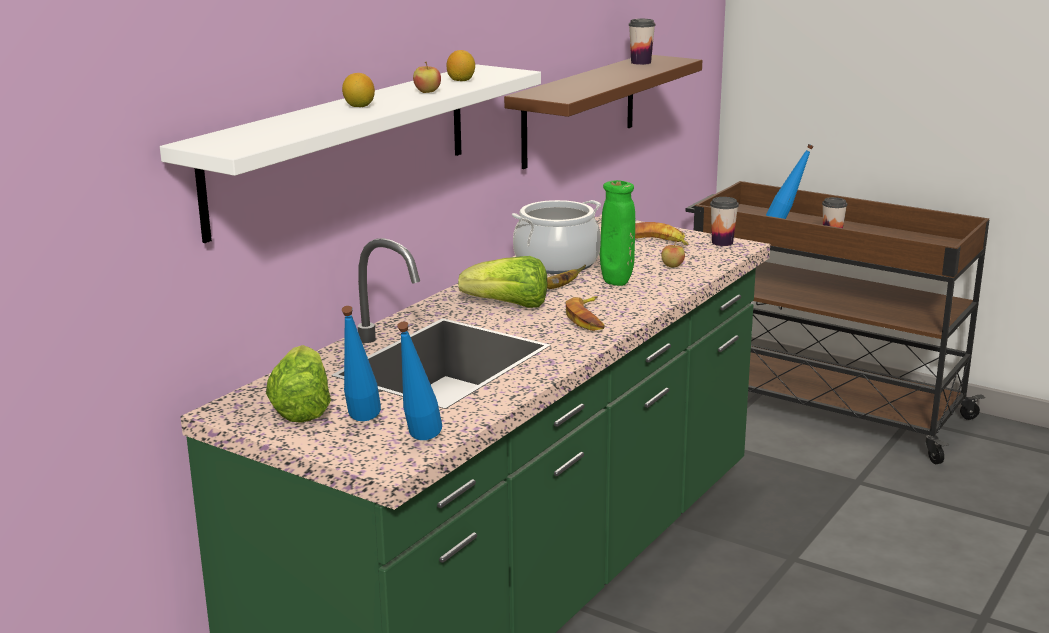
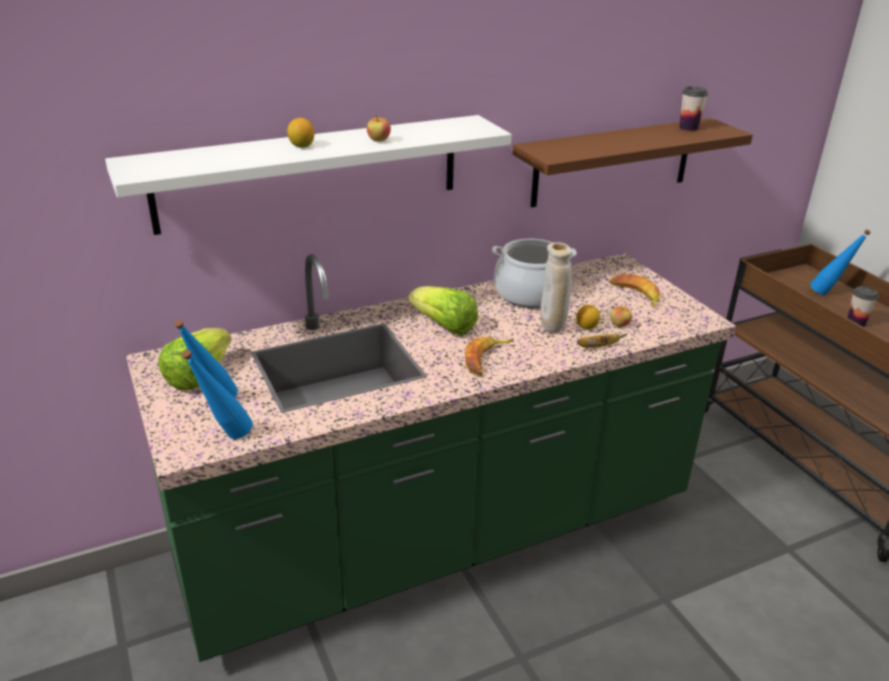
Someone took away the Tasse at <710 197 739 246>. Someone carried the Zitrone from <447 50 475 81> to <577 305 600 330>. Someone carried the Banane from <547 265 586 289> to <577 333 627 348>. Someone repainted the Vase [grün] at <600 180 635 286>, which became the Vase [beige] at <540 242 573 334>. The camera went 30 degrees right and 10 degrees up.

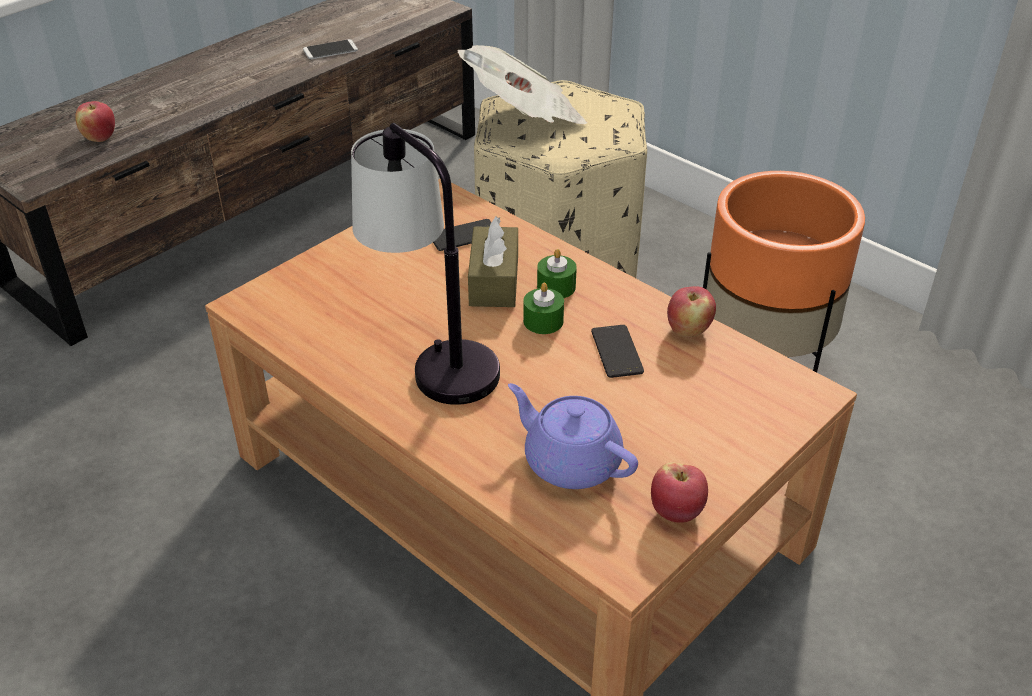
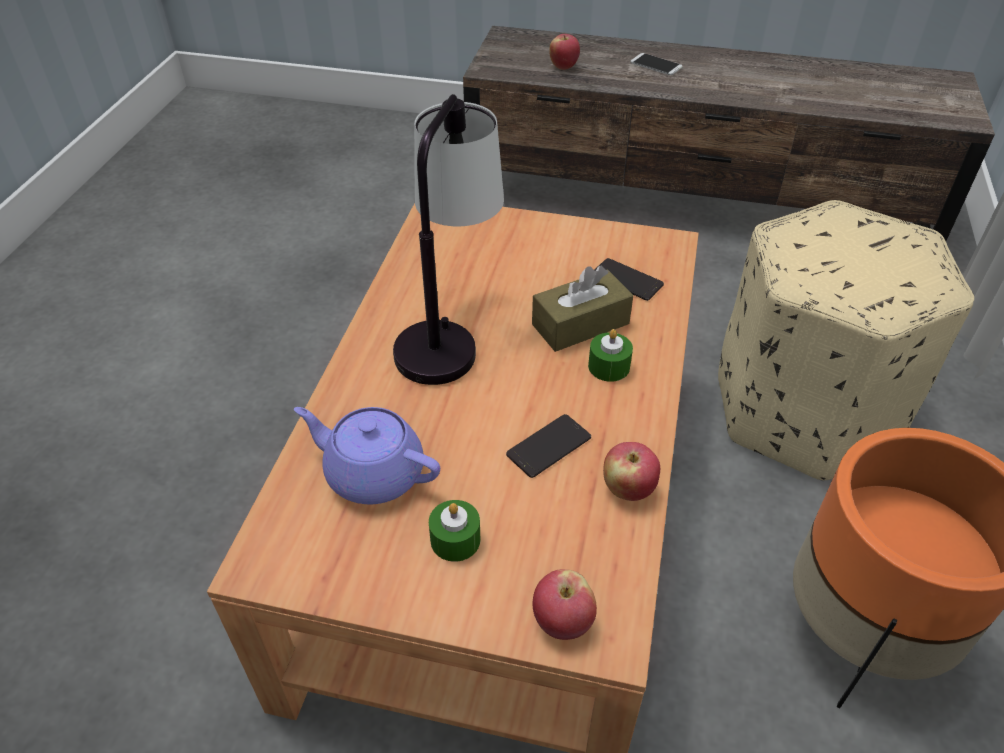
Someone took away the Zeitung at <457 45 588 124>. Someone carried the Handy from <303 39 358 59> to <630 53 683 75>. Someone carried the Kerze [grün] from <523 282 564 334> to <429 500 480 562>. Someone carried the Apfel from <651 463 708 523> to <533 569 597 640>. Someone rotated the Teekanne [lila] at <508 383 638 489> by 75 degrees counterclockwise. The camera went 60 degrees right and 5 degrees up.

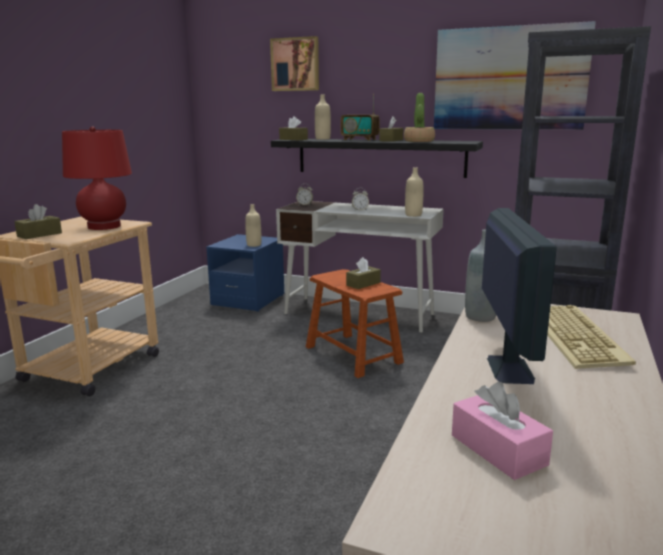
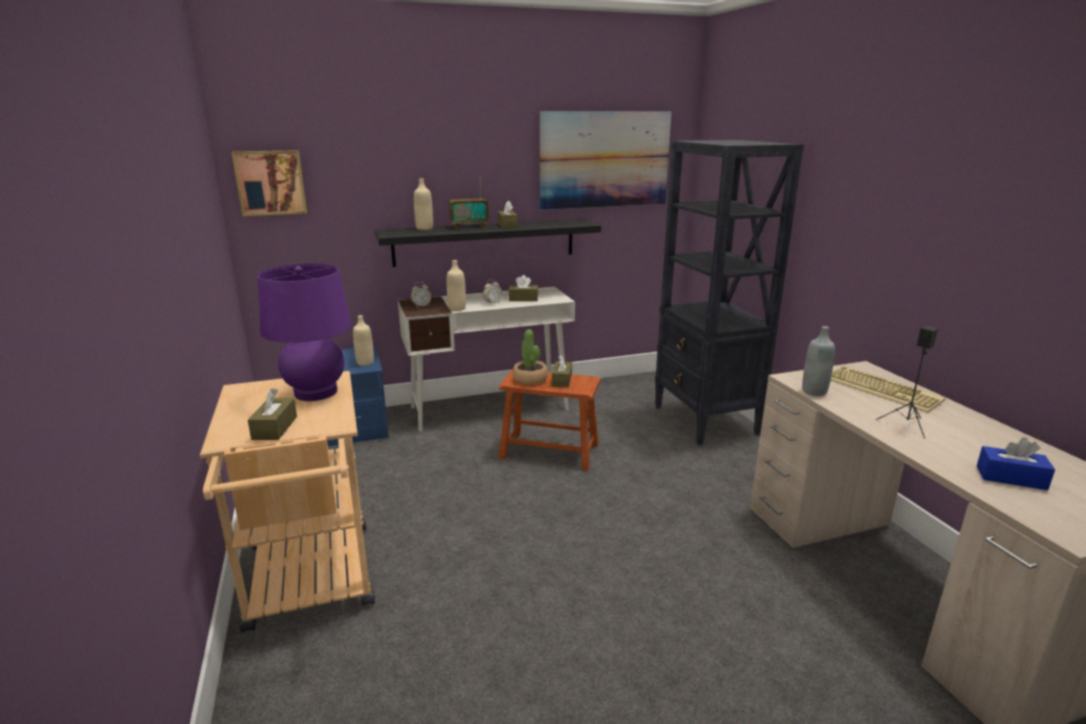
Someone carried the Bild from <270 36 319 91> to <231 150 307 216>. Someone carried the Taschentuchbox [braun] from <279 116 308 140> to <509 275 538 301>. Someone carried the Topfpflanze from <404 93 435 142> to <513 329 548 385>. Someone carried the Flasche [beige] from <405 167 424 217> to <447 260 466 311>. Someone swapped the Monitor at <482 208 557 384> for the Lautsprecher [schwarz] at <876 326 938 438>. Someone repainted the Tischlampe [rot] at <62 126 132 230>, which became the Tischlampe [lila] at <258 263 351 401>. Someone repainted the Taschentuchbox [rosa] at <452 382 553 480>, which became the Taschentuchbox [blau] at <977 437 1055 490>. The camera went 40 degrees left and 5 degrees up.

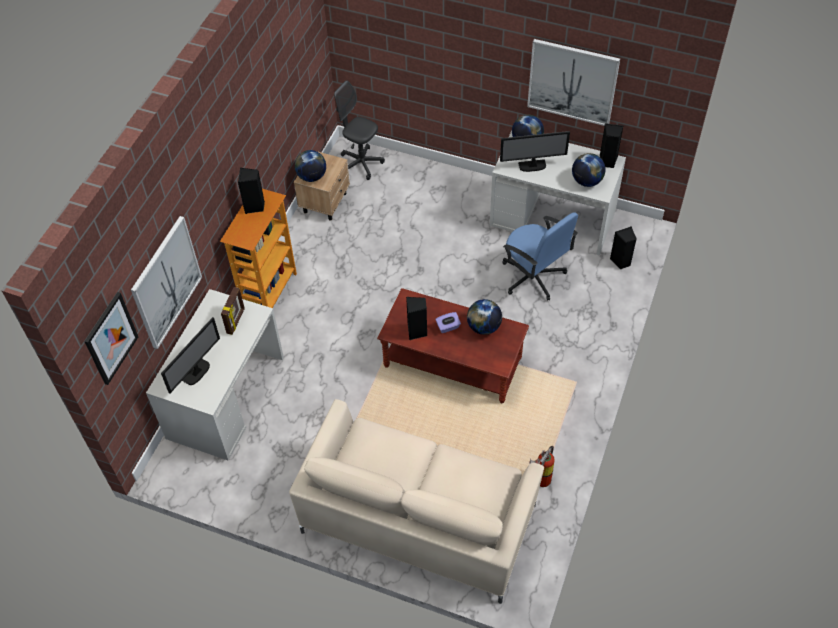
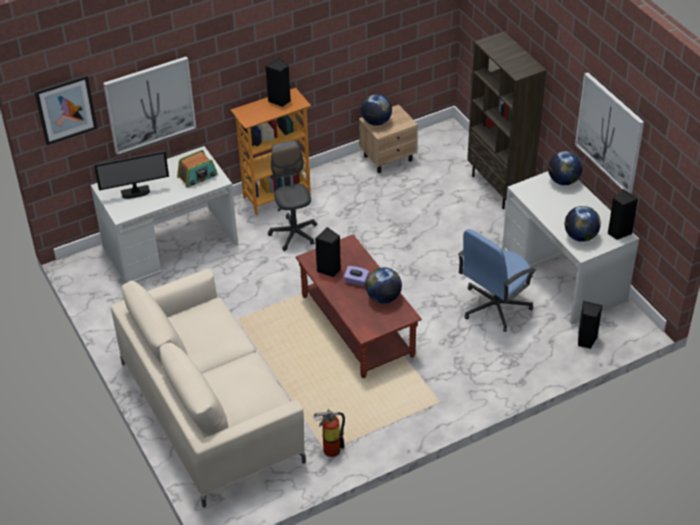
Someone took away the Monitor at <500 131 570 172>. Someone put down the Bücherregal [braun] at <467 32 546 209>. Someone carried the Bürostuhl [grau] from <334 80 385 180> to <268 140 317 251>. Someone swapped the Bilderrahmen at <221 287 245 335> for the Radio at <177 150 218 188>. Someone rotated the Bürostuhl [blau] at <502 212 578 301> by 45 degrees clockwise. The camera went 40 degrees right and 10 degrees down.

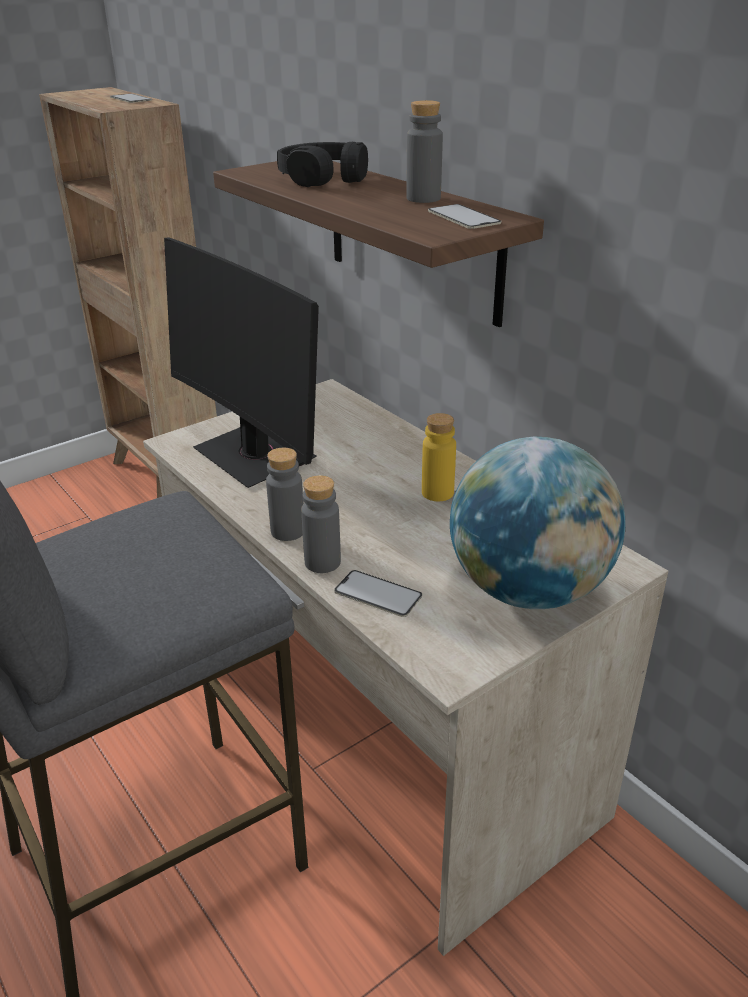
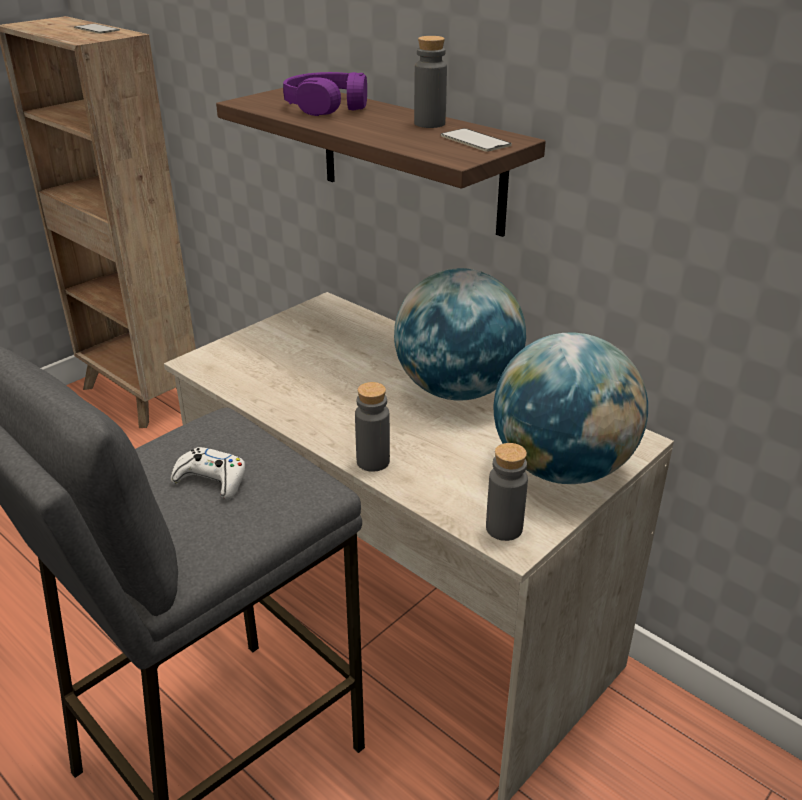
Someone took away the Monitor at <164 237 319 488>. Someone took away the Handy at <334 570 422 617>. Someone put down the Gamepad [weiß] at <171 447 245 500>. Someone carried the Flasche [grau] from <266 448 304 541> to <486 443 528 541>. Someone swapped the Flasche [gelb] at <422 413 456 501> for the Globus at <394 268 526 401>. Someone repainted the Kopfhörer [schwarz] at <277 142 368 187>, which became the Kopfhörer [lila] at <283 72 367 116>. The camera went 10 degrees left and 0 degrees up.

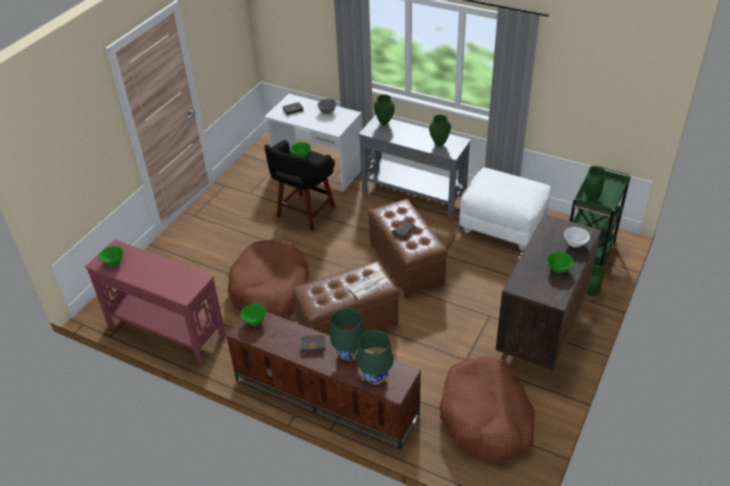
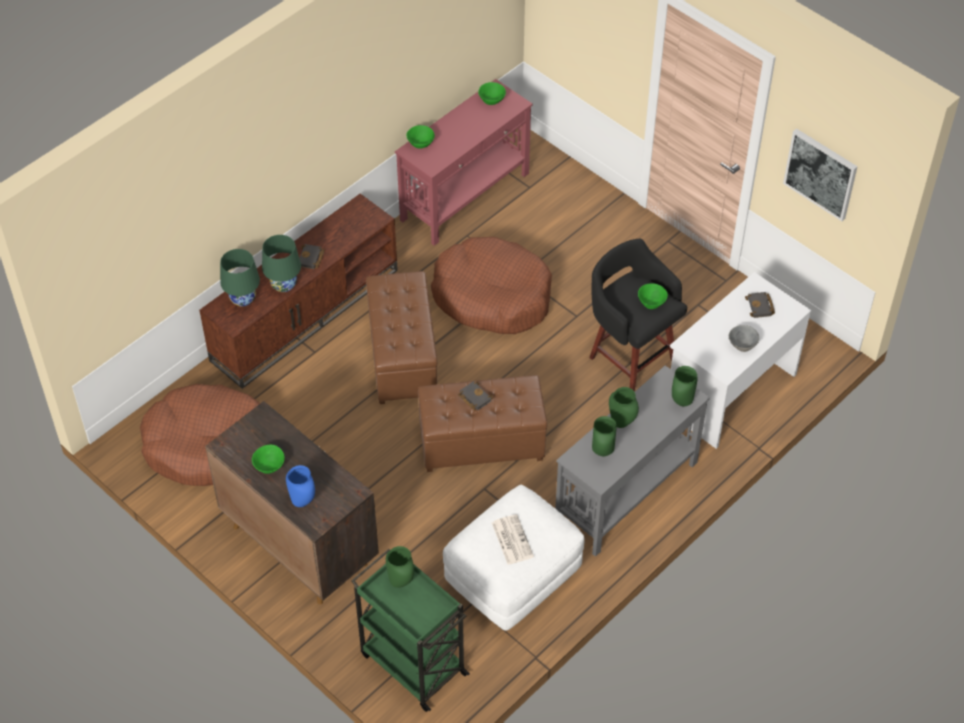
Someone put up the Bild at <783 128 858 221>. Someone carried the Schüssel [grün] from <241 304 266 326> to <406 125 435 149>. Someone carried the Zeitung from <348 270 390 299> to <492 514 534 565>. Someone carried the Vase [grün] from <587 265 605 296> to <609 387 639 428>. Someone swapped the Schüssel [weiß] at <564 227 590 247> for the Vase [blau] at <286 465 315 507>. The camera went 105 degrees right and 10 degrees up.

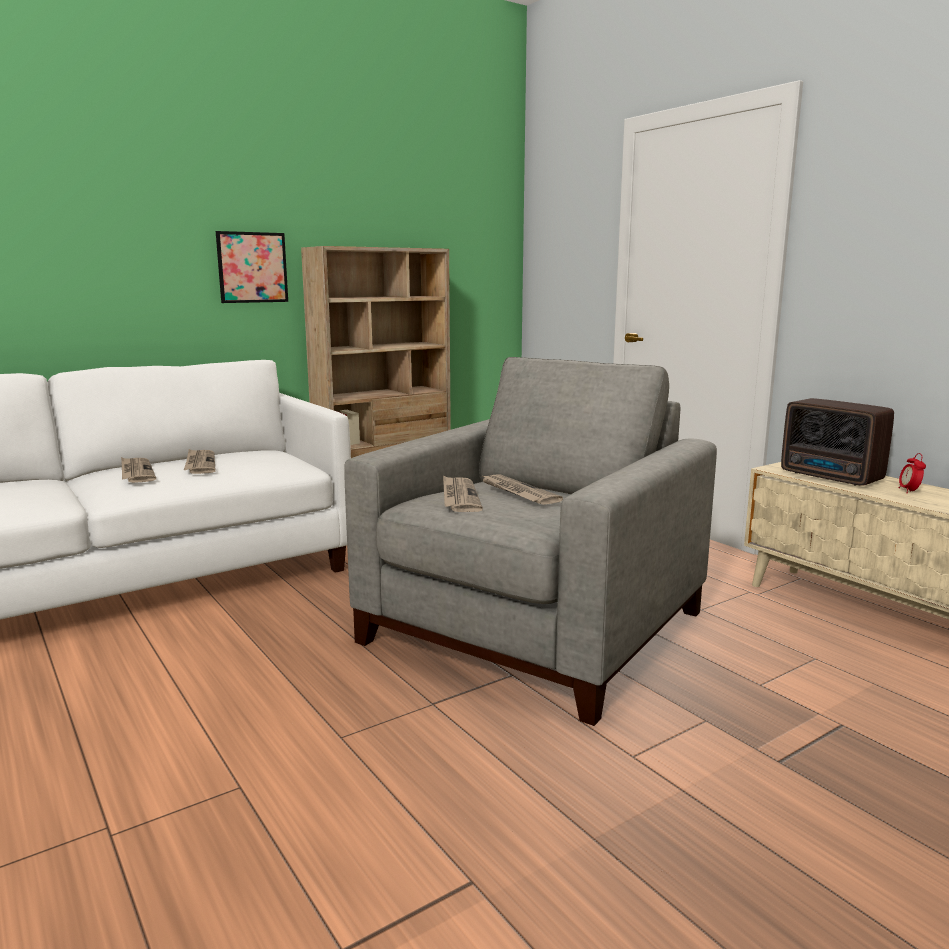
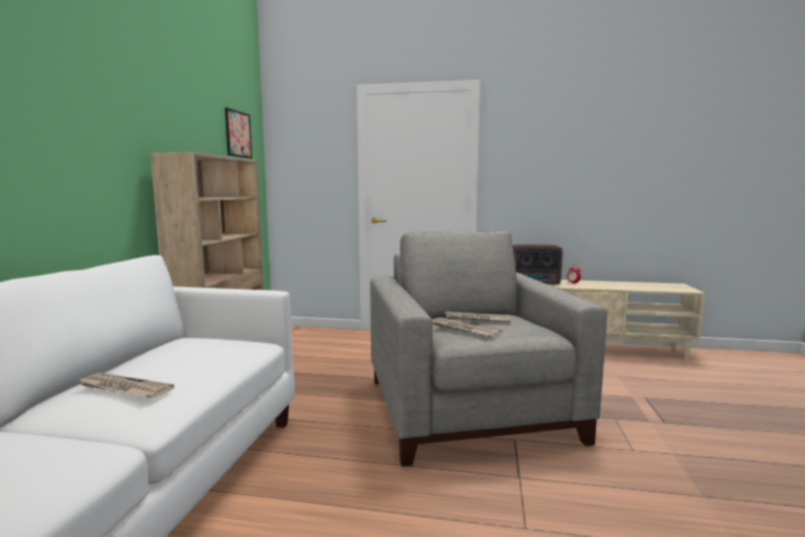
Someone took away the Zeitung at <184 449 215 474>. Someone carried the Bild from <216 231 288 303> to <225 108 252 158>. The camera went 45 degrees left and 5 degrees down.

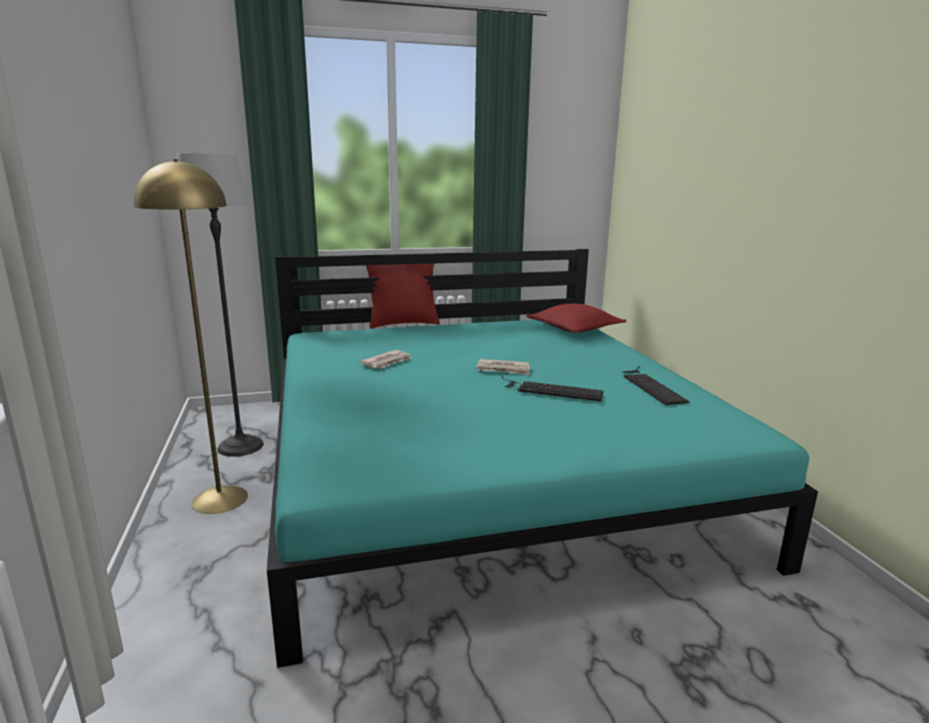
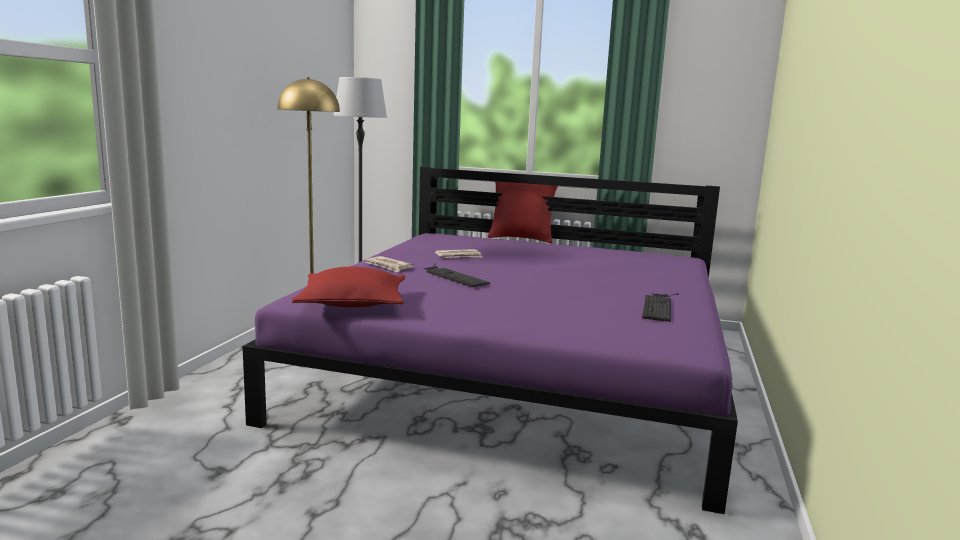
Someone carried the Zeitung from <477 359 529 375> to <365 256 413 272>. Someone carried the Tastatur from <501 376 604 402> to <423 263 490 287>. Someone carried the Kissen [rot] from <526 303 627 333> to <292 267 405 307>. Someone repainted the Bett [türkis] at <267 249 818 668>, which became the Bett [lila] at <242 167 738 514>. The camera went 30 degrees right and 5 degrees down.

